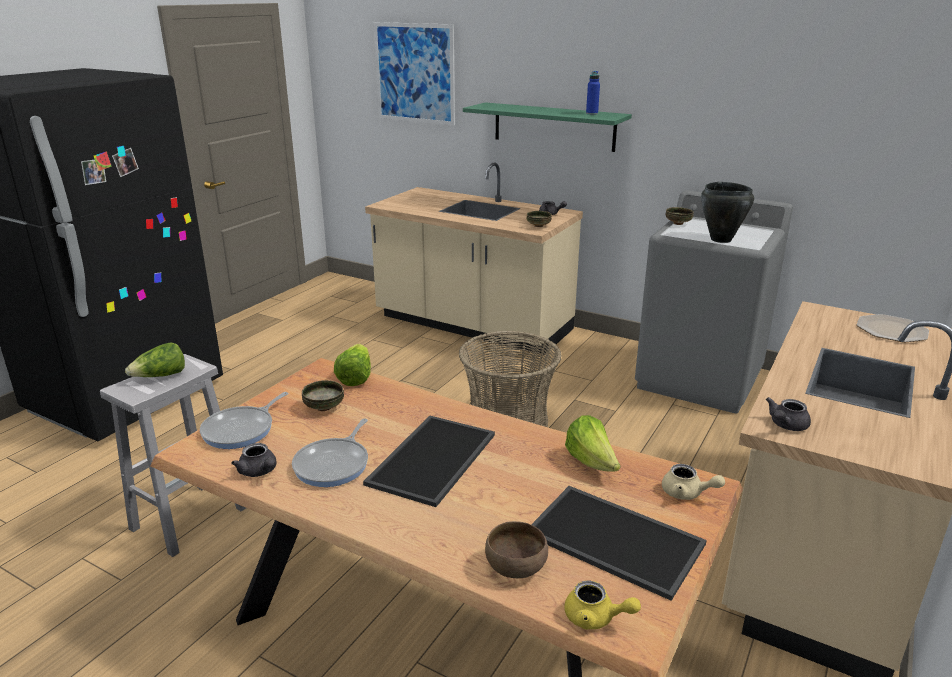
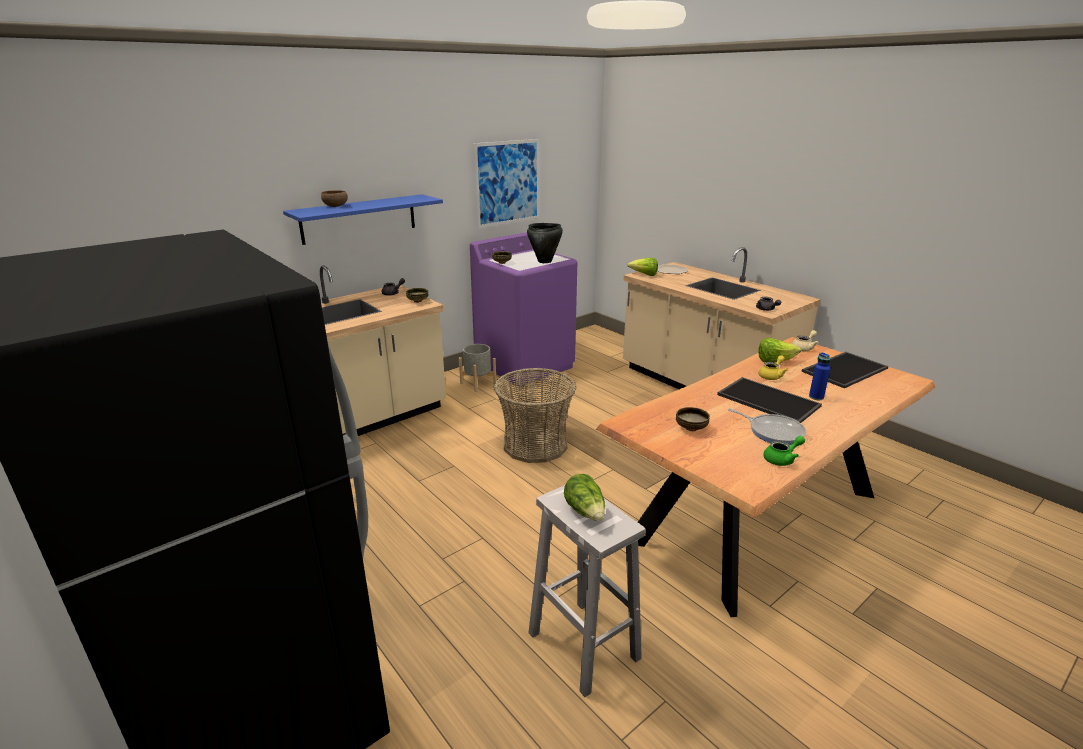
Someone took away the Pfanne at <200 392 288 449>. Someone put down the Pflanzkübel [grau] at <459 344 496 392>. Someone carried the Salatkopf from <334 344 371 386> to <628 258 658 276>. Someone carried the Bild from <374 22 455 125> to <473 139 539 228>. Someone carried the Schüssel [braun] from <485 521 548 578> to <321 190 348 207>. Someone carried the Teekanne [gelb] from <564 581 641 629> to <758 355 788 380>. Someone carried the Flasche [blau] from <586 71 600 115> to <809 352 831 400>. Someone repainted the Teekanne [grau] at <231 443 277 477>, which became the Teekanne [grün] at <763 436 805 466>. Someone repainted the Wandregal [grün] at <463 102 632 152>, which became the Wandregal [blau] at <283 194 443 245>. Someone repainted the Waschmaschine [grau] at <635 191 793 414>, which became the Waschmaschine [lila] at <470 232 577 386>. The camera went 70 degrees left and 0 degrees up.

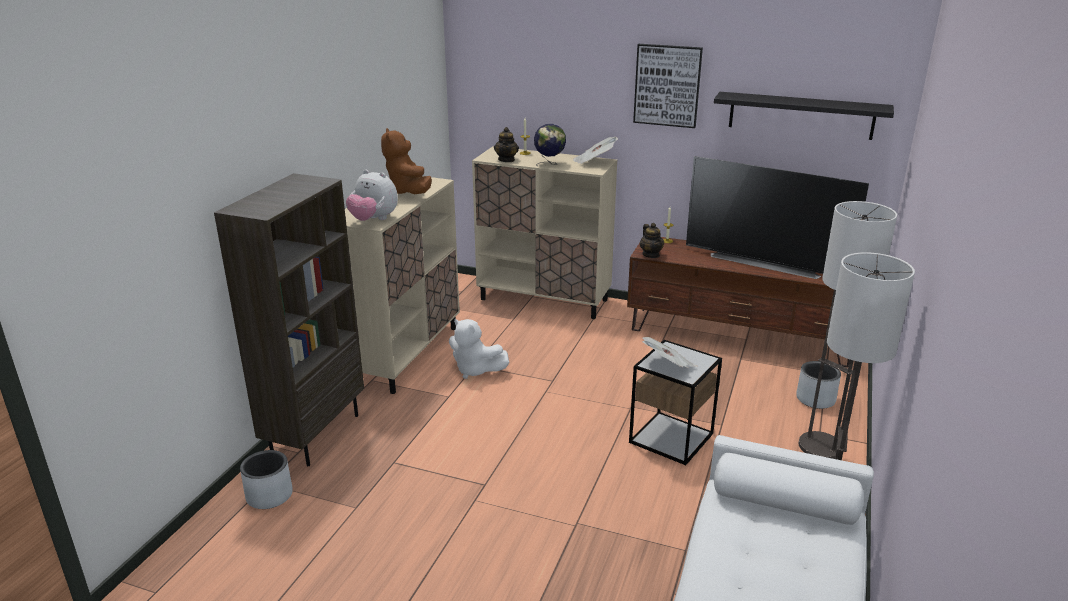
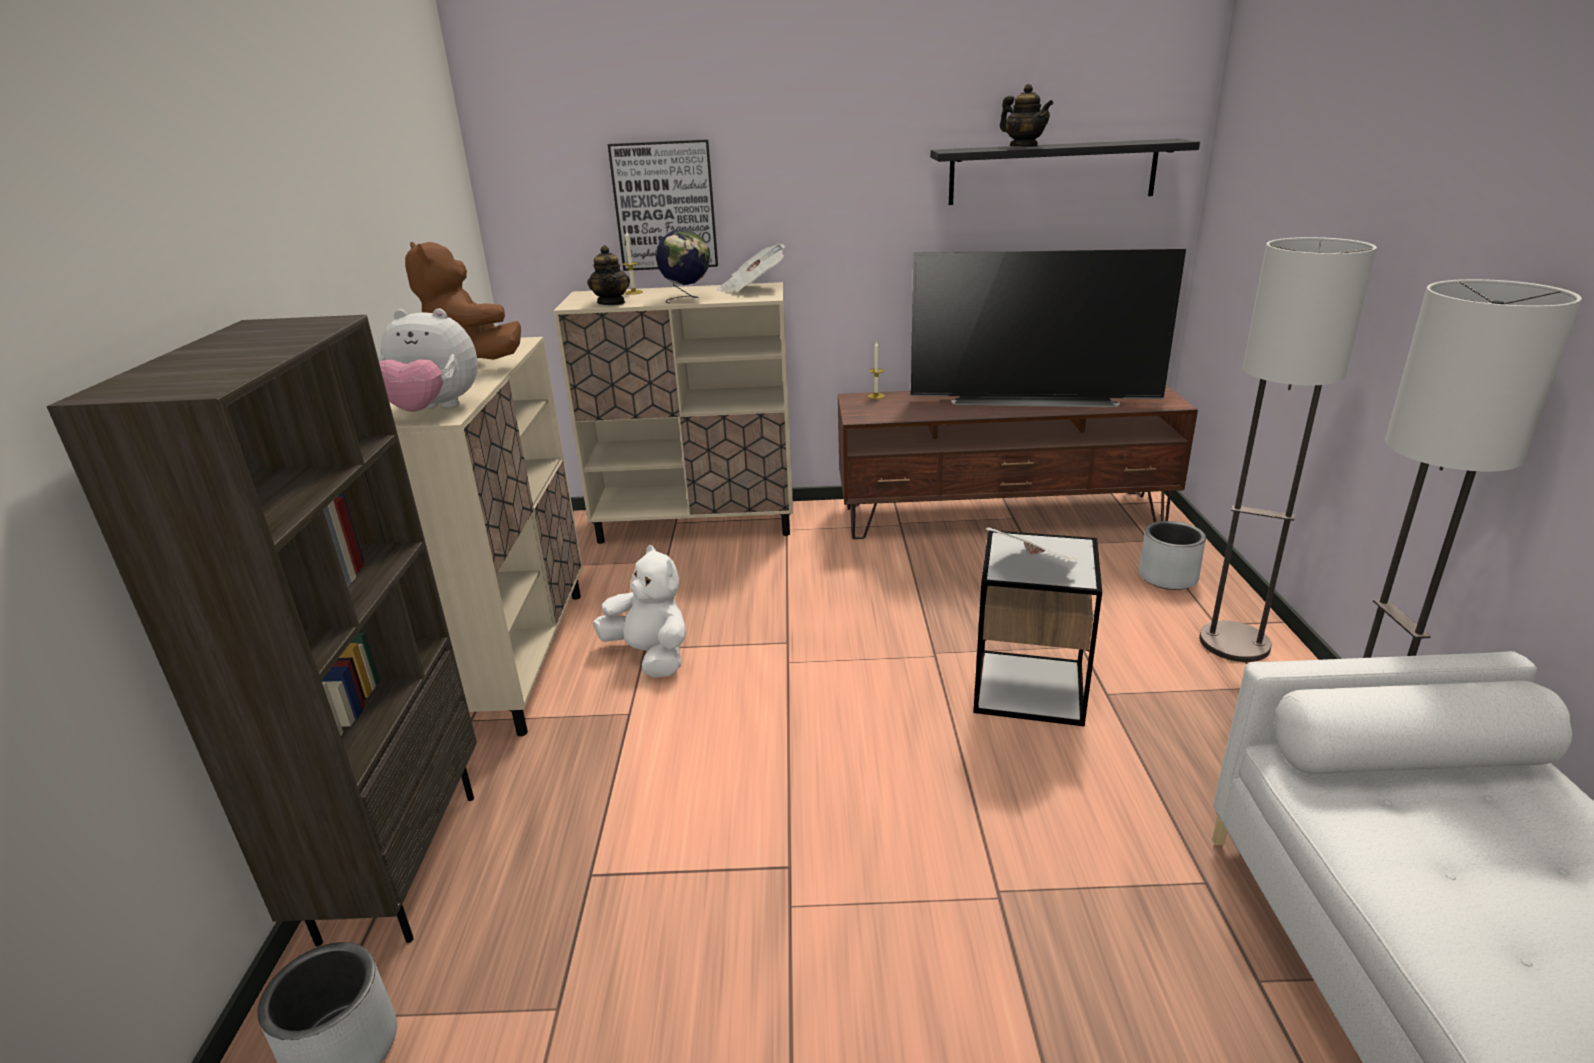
Someone carried the Bild from <633 44 703 128> to <608 139 718 271>. Someone carried the Teekanne from <640 223 664 258> to <1000 84 1054 147>. Someone rotated the Plüschtier [weiß] at <449 319 509 379> by 150 degrees counterclockwise. The camera went 20 degrees left and 0 degrees up.

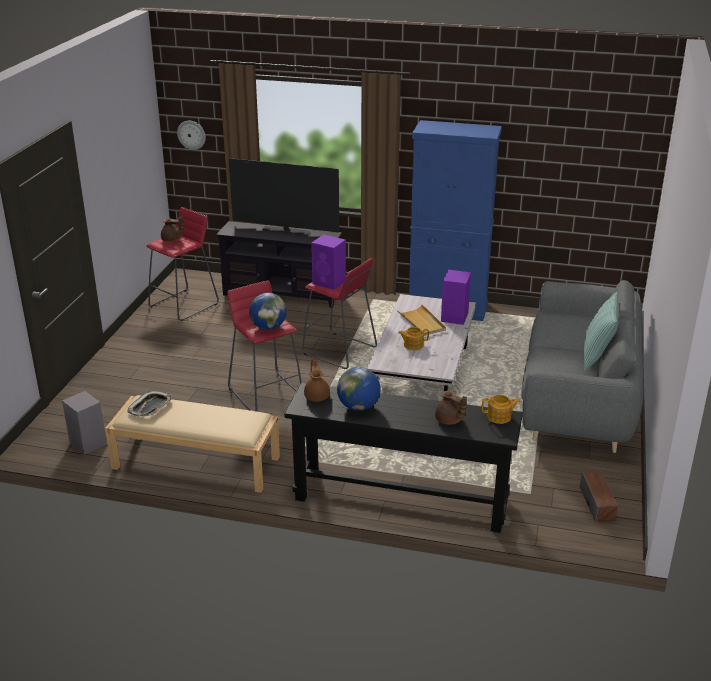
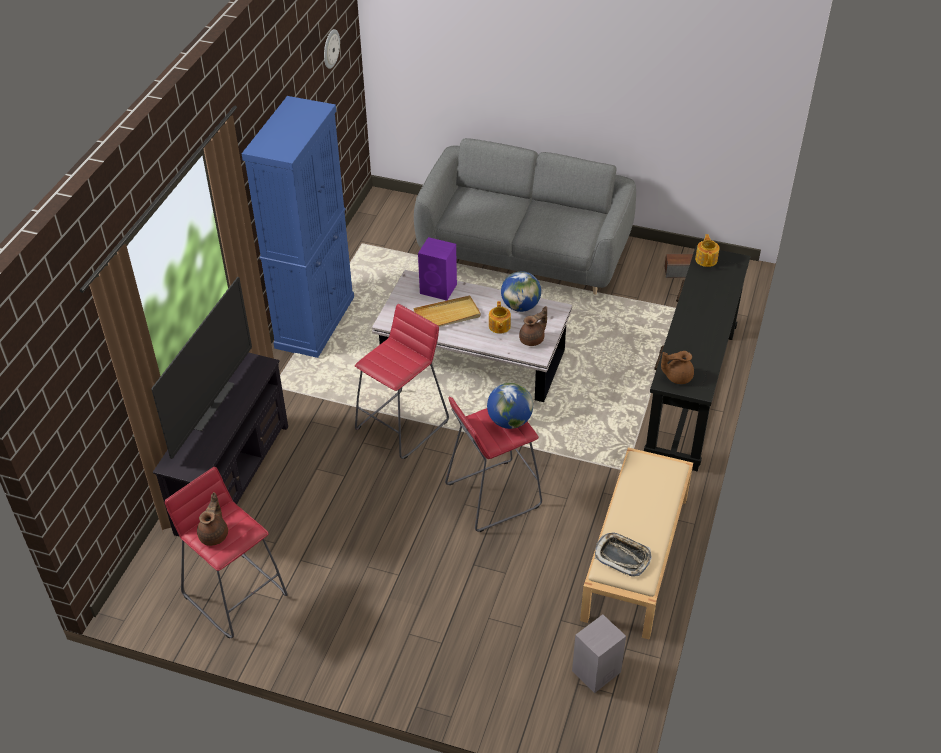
Someone took away the Lautsprecher [lila] at <311 234 346 290>. Someone took away the Kissen at <583 292 618 372>. Someone carried the Wanduhr from <177 121 206 150> to <324 29 340 69>. Someone carried the Globus from <337 367 381 411> to <501 271 541 312>. Someone carried the Teekanne [braun] from <435 391 467 425> to <519 306 547 346>. The camera went 85 degrees left and 15 degrees up.

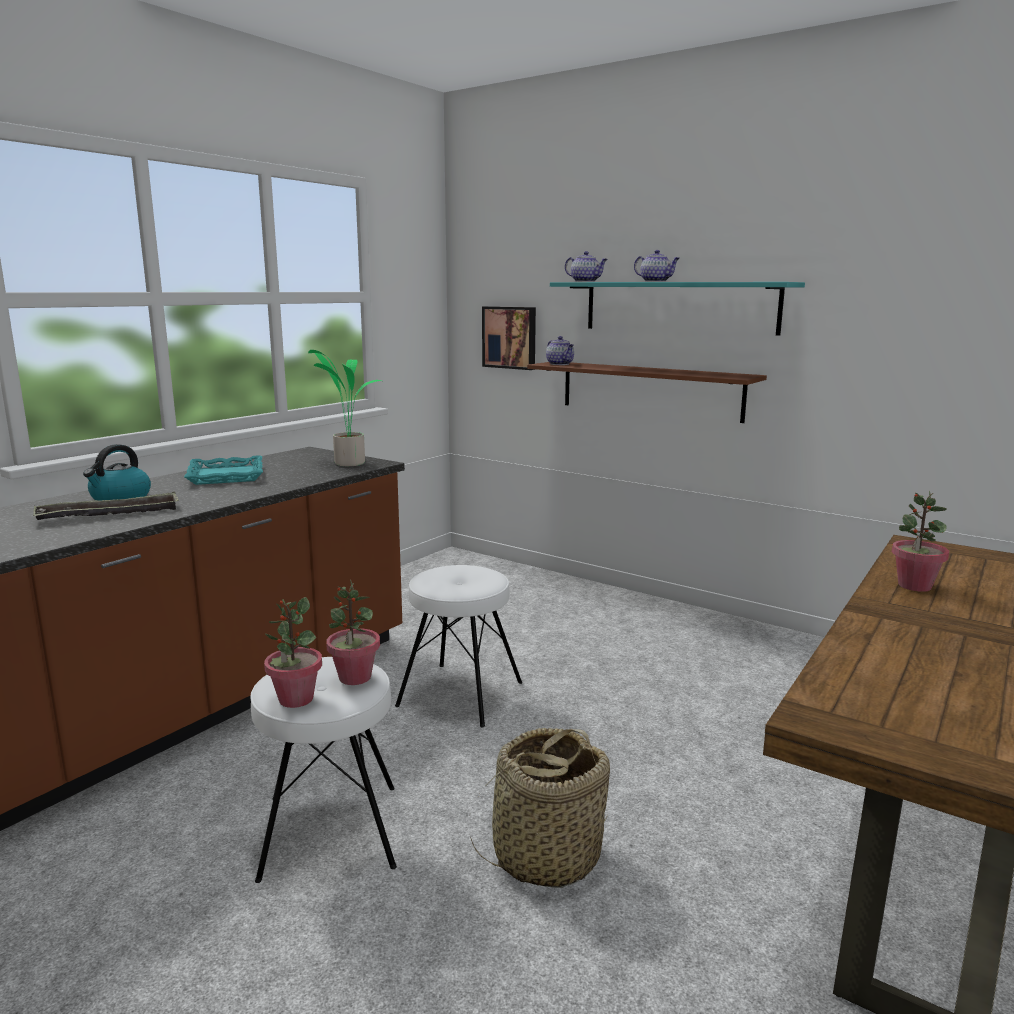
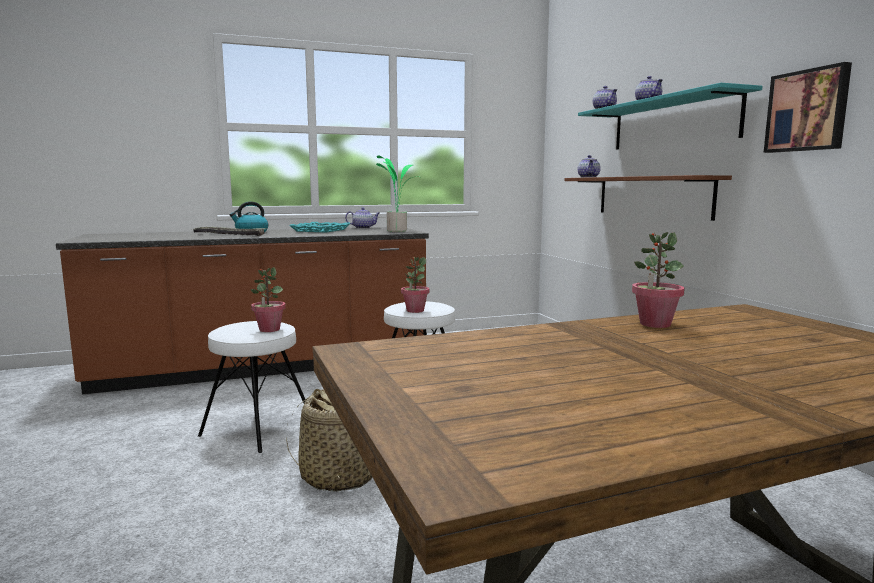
Someone put down the Teekanne at <345 207 380 229>. Someone carried the Topfpflanze from <264 597 322 708> to <401 257 430 313>. Someone carried the Bild from <482 306 536 370> to <764 62 852 153>. The camera went 35 degrees right and 5 degrees down.

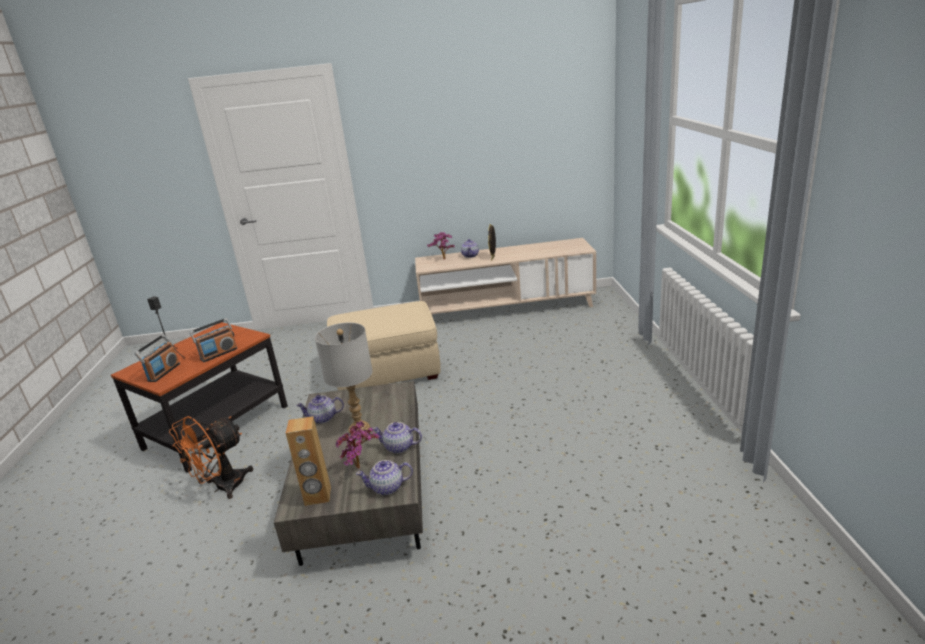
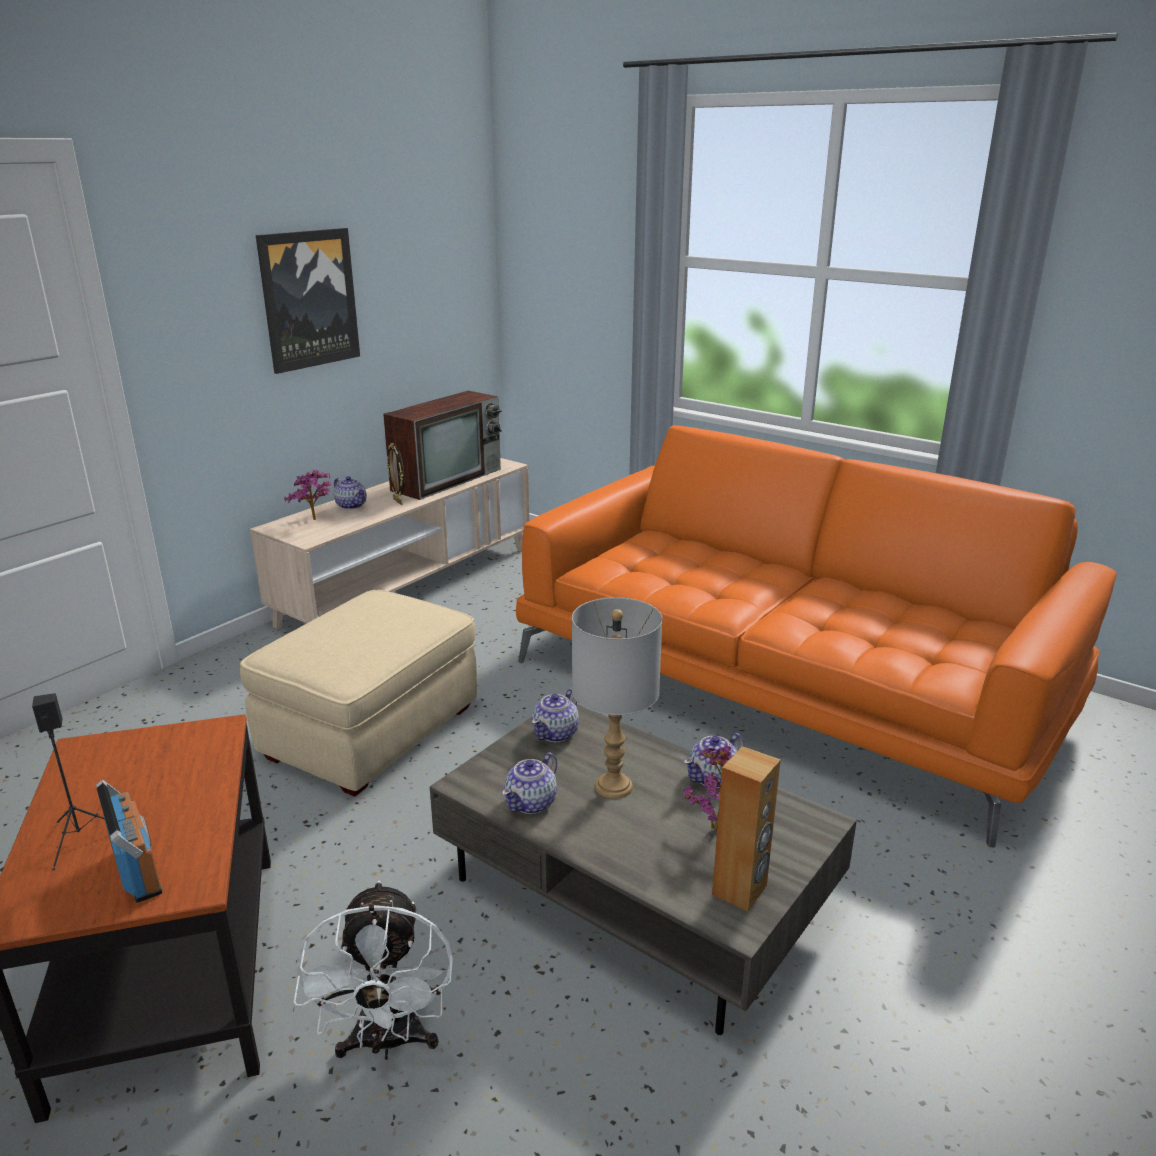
Someone took away the Radio at <190 318 237 362>. Someone put up the Bild at <256 228 360 374>. Someone put down the Fernseher at <383 391 502 500>. Someone put down the Sofa [orange] at <516 425 1117 847>. Someone carried the Teekanne from <356 460 413 495> to <532 689 579 742>. Someone repainted the Ventilator [orange] at <169 416 253 499>, which became the Ventilator [weiß] at <294 880 453 1060>. The camera went 50 degrees left and 0 degrees up.

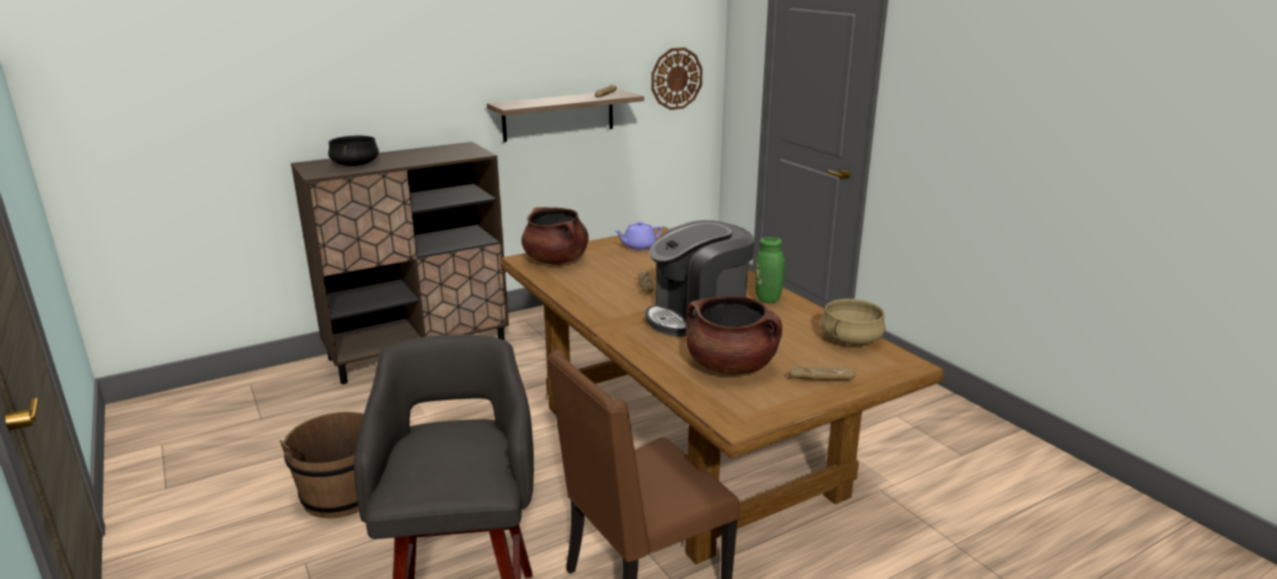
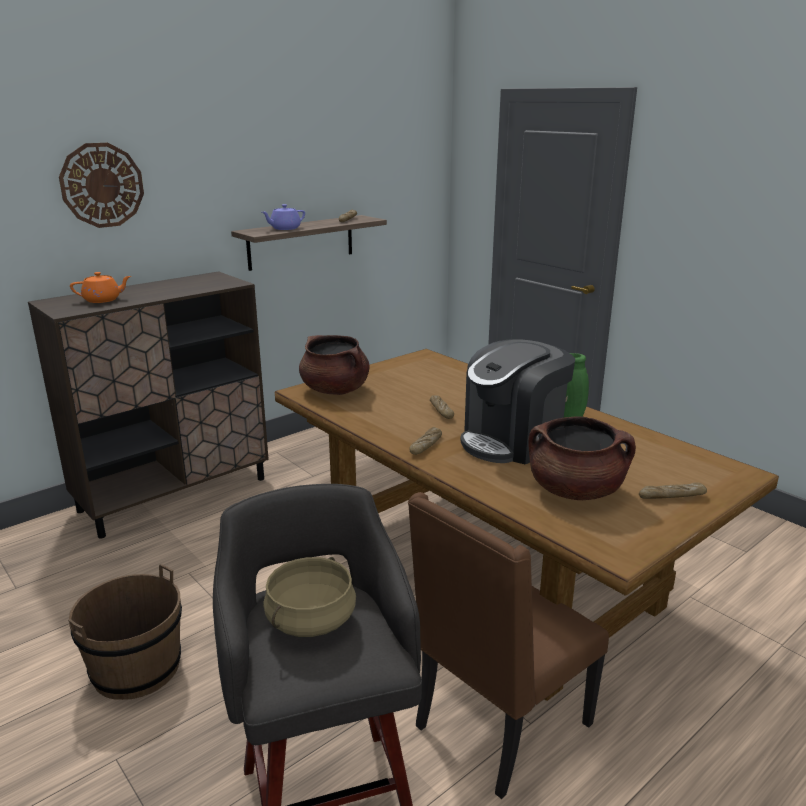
Someone put down the Brot at <409 427 442 455>. Someone carried the Teekanne [lila] from <614 221 662 250> to <262 204 305 230>. Someone carried the Wanduhr from <651 47 703 110> to <59 143 144 228>. Someone carried the Kochtopf [beige] from <821 299 886 345> to <263 557 356 637>. Someone swapped the Kochtopf [schwarz] at <328 136 379 166> for the Teekanne [orange] at <70 272 131 303>. The camera went 10 degrees left and 0 degrees up.

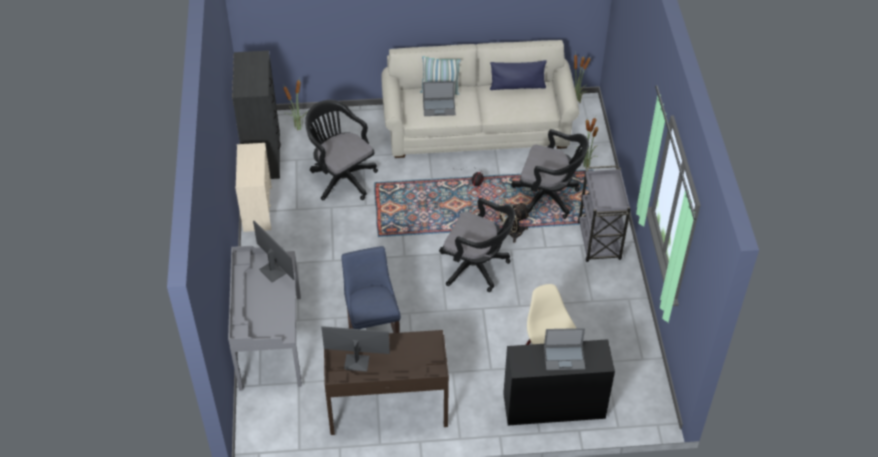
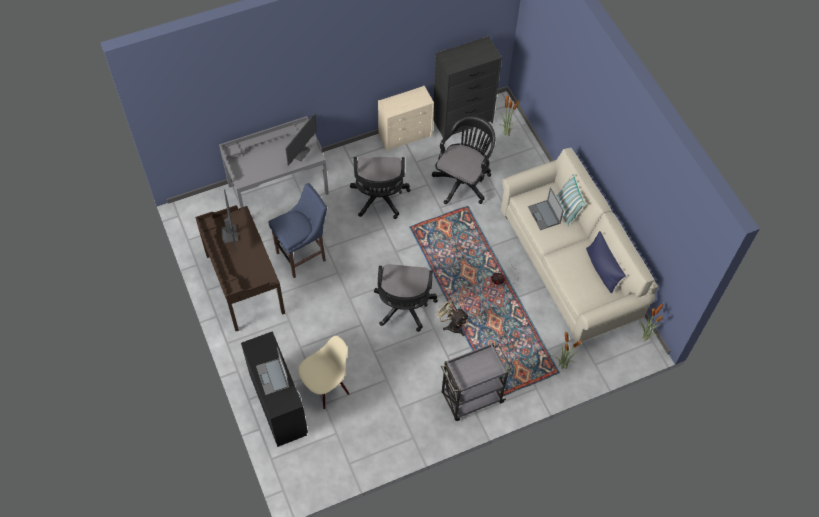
Someone carried the Bürostuhl [schwarz] from <511 129 589 219> to <350 157 410 219>. The camera went 70 degrees right and 10 degrees up.

